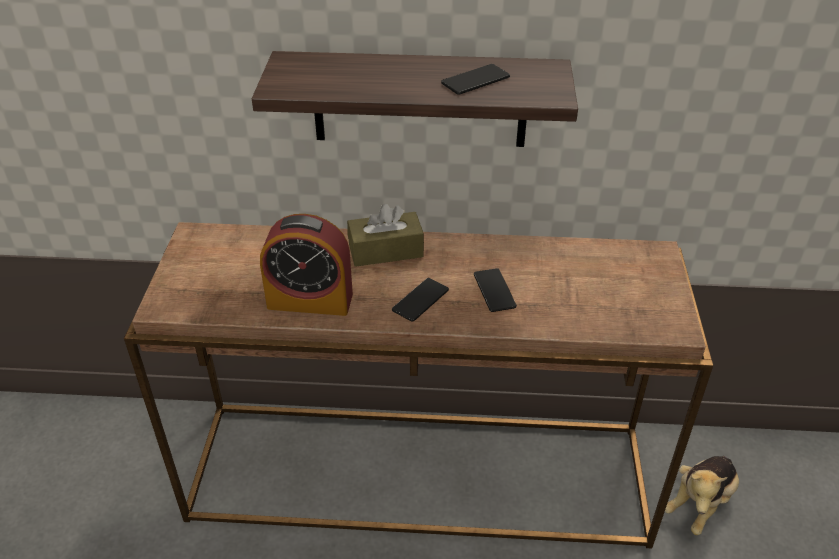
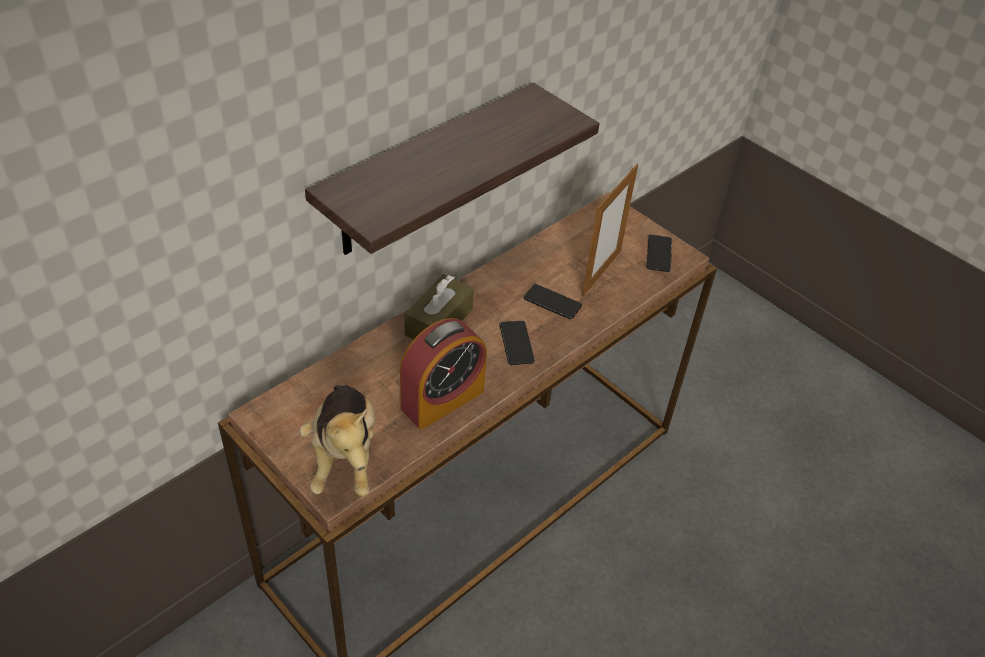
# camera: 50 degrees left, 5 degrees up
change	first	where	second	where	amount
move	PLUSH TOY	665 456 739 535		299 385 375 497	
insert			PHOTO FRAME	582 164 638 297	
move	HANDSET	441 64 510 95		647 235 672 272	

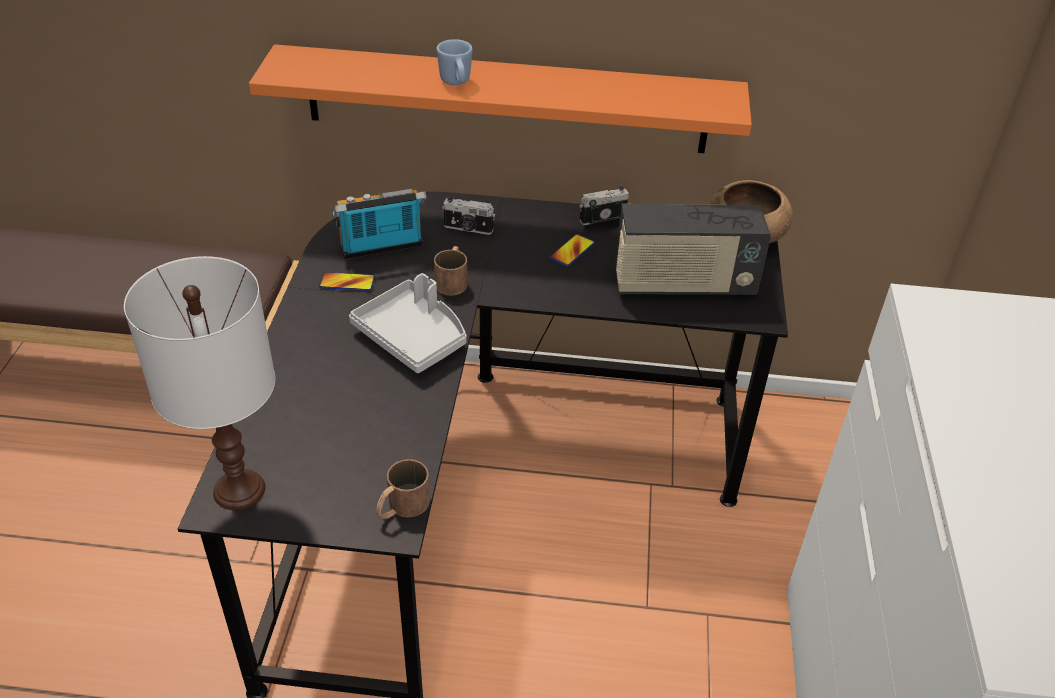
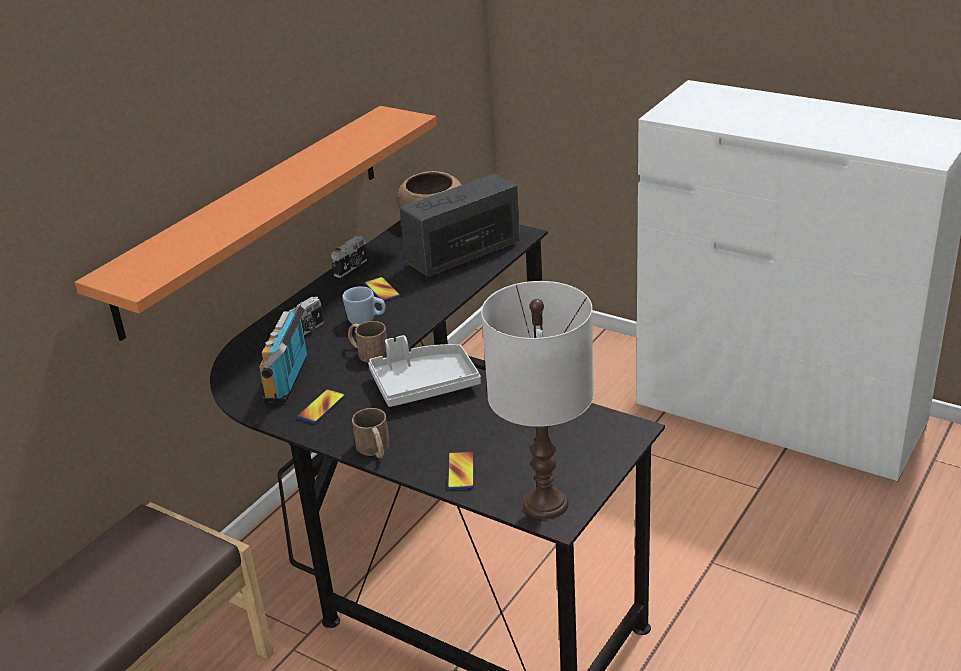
# camera: 60 degrees left, 10 degrees down
change	first	where	second	where	amount
rotate	PHOTO CAMERA	580 186 629 225		331 235 367 278	150 degrees counterclockwise
move	BLUISH MUG	436 39 472 85		342 286 386 325	
move	BROWN-COLOURED MUG	376 459 430 519		352 408 390 458	
rotate	RADIO	615 204 771 295		400 174 520 277	150 degrees counterclockwise
insert			HANDSET	448 451 474 489	

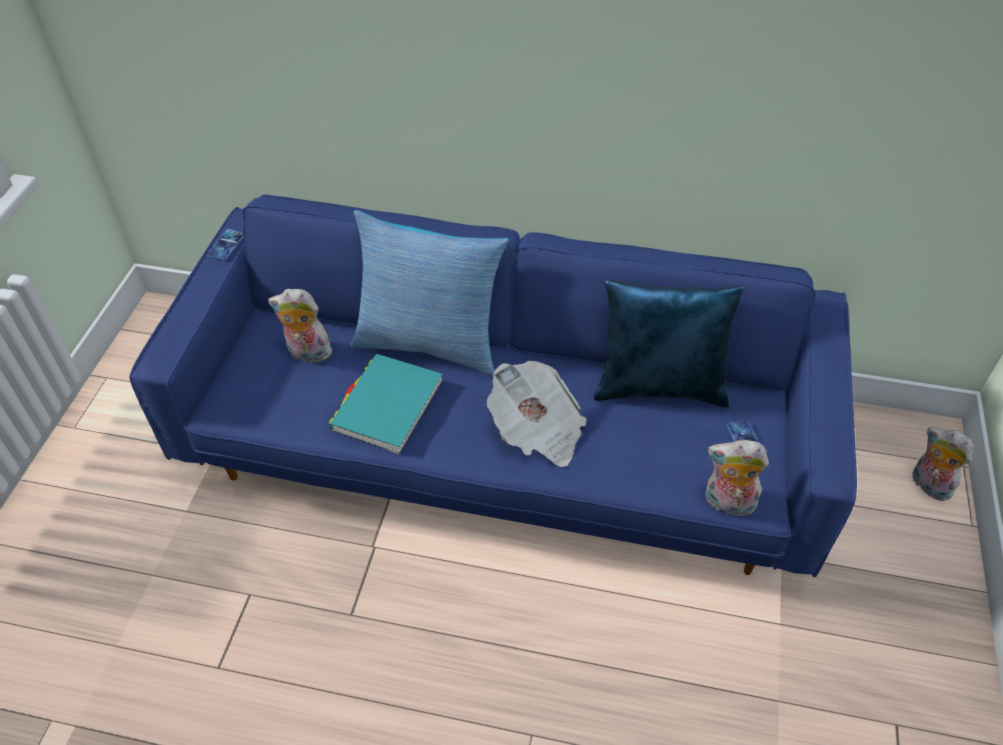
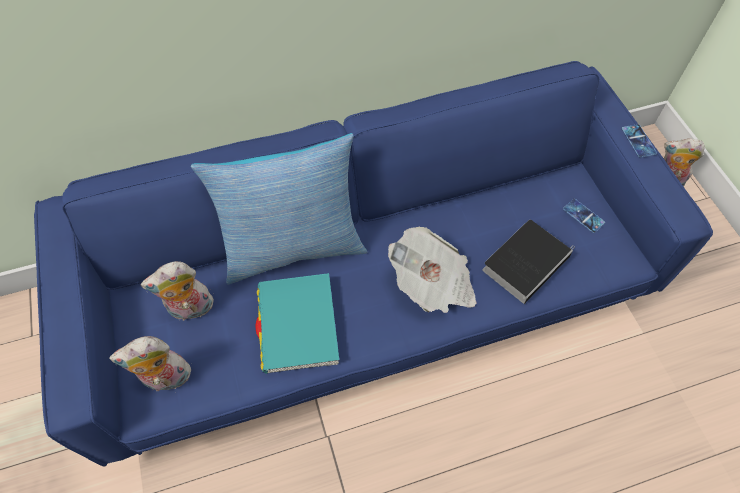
# camera: 30 degrees left, 10 degrees up
change	first	where	second	where	amount
move	PLUSH TOY	706 440 769 516		109 336 191 393	
insert			BOOK	482 220 575 304	
move	HANDSET	207 229 244 260		621 124 657 158	
delete	BLUISH CUSHION	594 280 744 407			

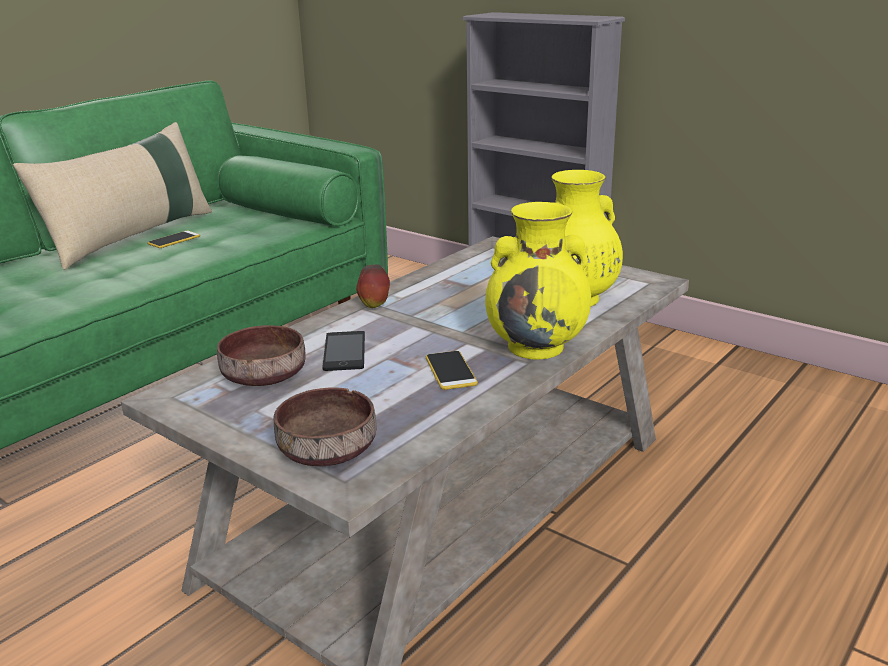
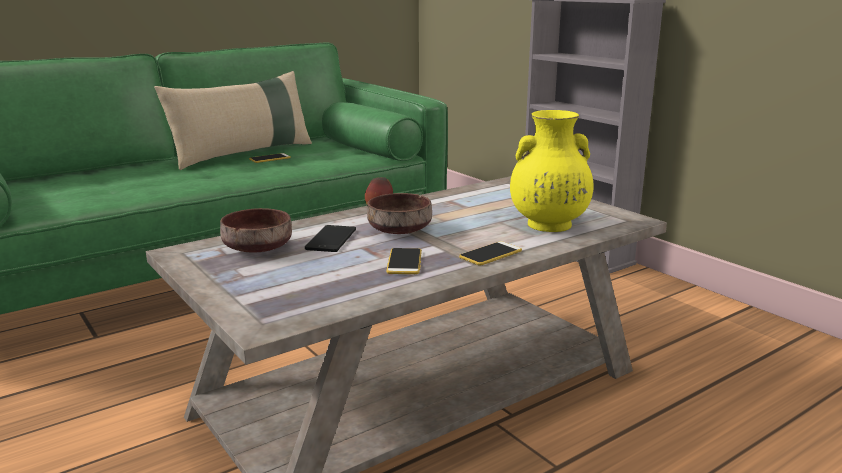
# camera: 15 degrees right, 5 degrees down
change	first	where	second	where	amount
move	BROWN-COLOURED BOWL	274 387 376 466		367 193 432 234	
replace	YELLOW VASE	485 202 591 360	HANDSET	459 241 522 265	

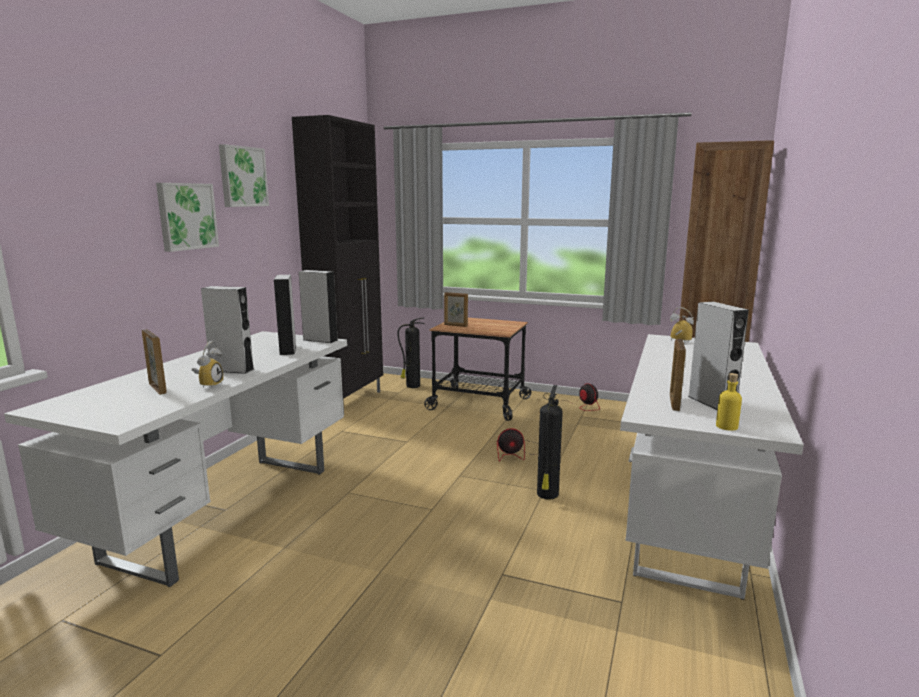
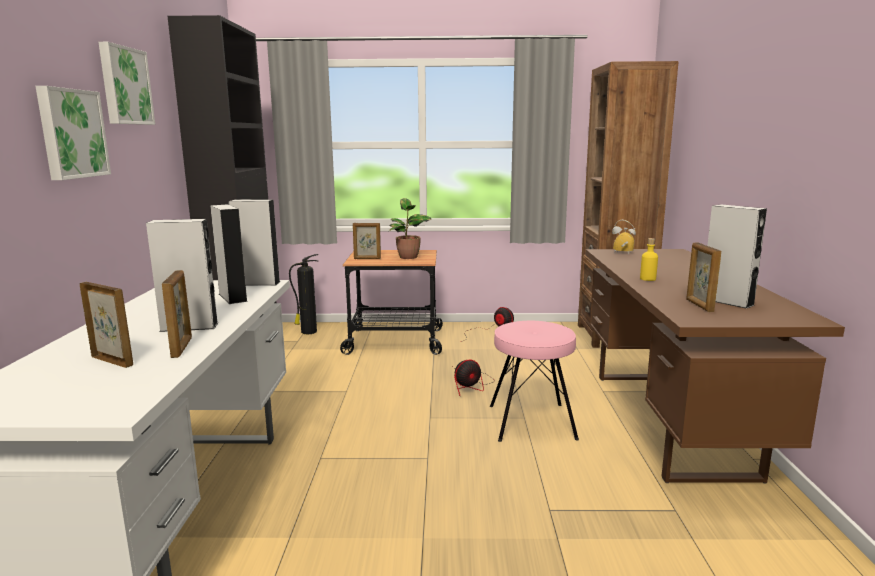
# camera: 20 degrees left, 0 degrees up
change	first	where	second	where	amount
replace	ALARM CLOCK	192 341 223 389	PHOTO FRAME	162 270 192 358	
insert			POTTED PLANT	389 198 431 259	
replace	FIRE-FIGHTING CYLINDER	537 385 563 500	PINKISH STOOL SEAT	490 321 579 442	
recolor	WHITE DESK TABLE	620 334 804 600	BROWN-COLOURED DESK TABLE	586 249 845 484	
move	YELLOW BOTTLE	716 373 742 431		640 238 658 281	

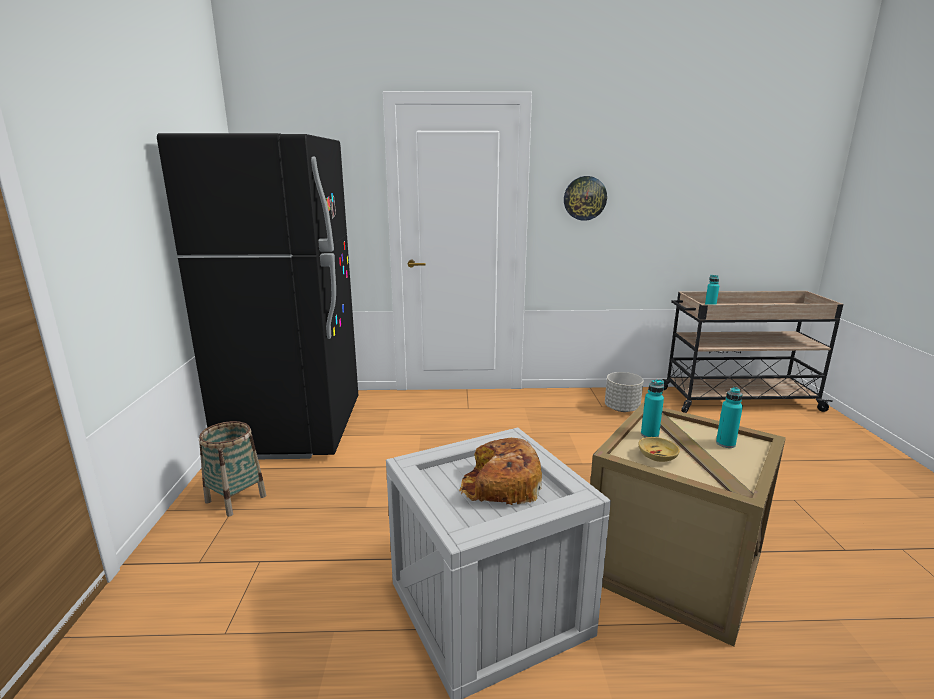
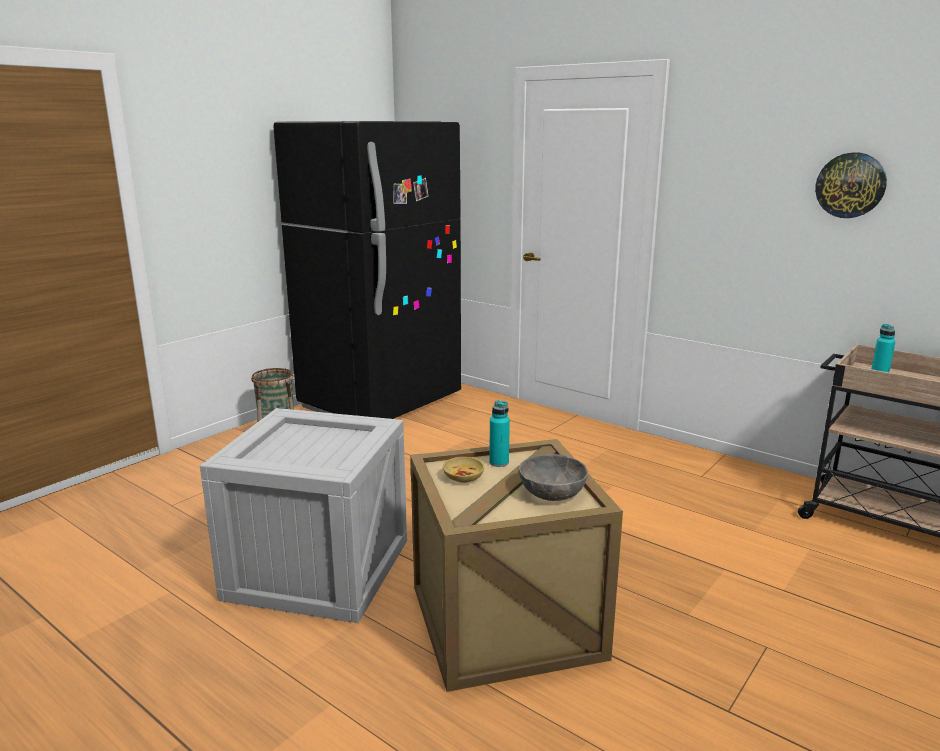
# camera: 40 degrees right, 0 degrees up
change	first	where	second	where	amount
replace	TURQUOISE-COLOURED BOTTLE	716 387 743 448	GRAY BOWL	519 454 588 501	
move	HANGING CLOCK	564 176 607 221		815 152 887 218	
delete	BREAD	459 438 542 505			
delete	GRAY PLANT POT	605 372 643 412			

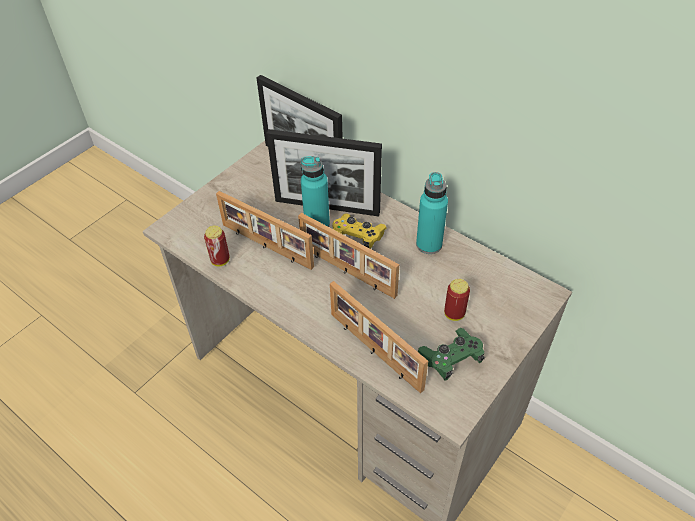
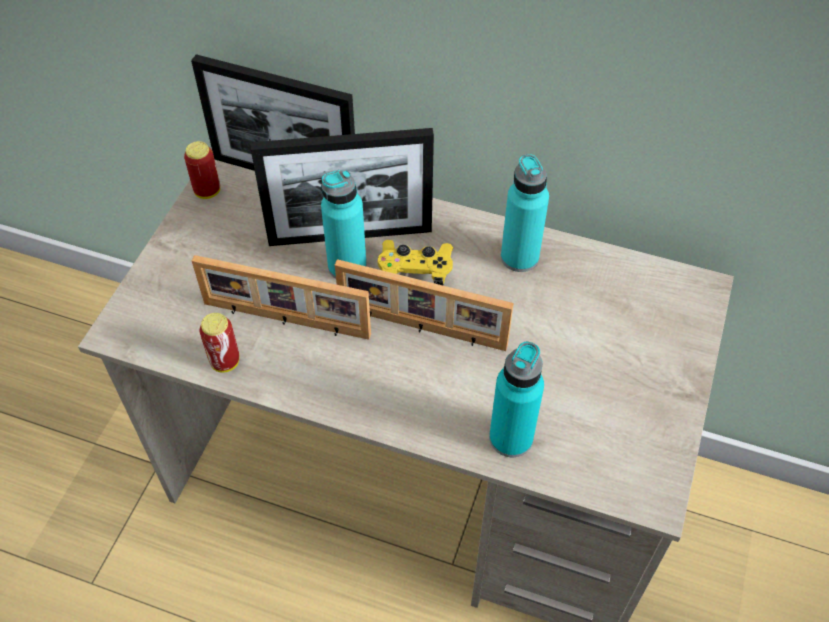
# camera: 20 degrees left, 5 degrees up
change	first	where	second	where	amount
move	CAN	444 279 470 321		184 141 220 199	
replace	PHOTO FRAME	330 281 428 393	TURQUOISE-COLOURED BOTTLE	489 342 544 457	
delete	GREEN-COLOURED GAME CONTROLLER	418 328 485 381			

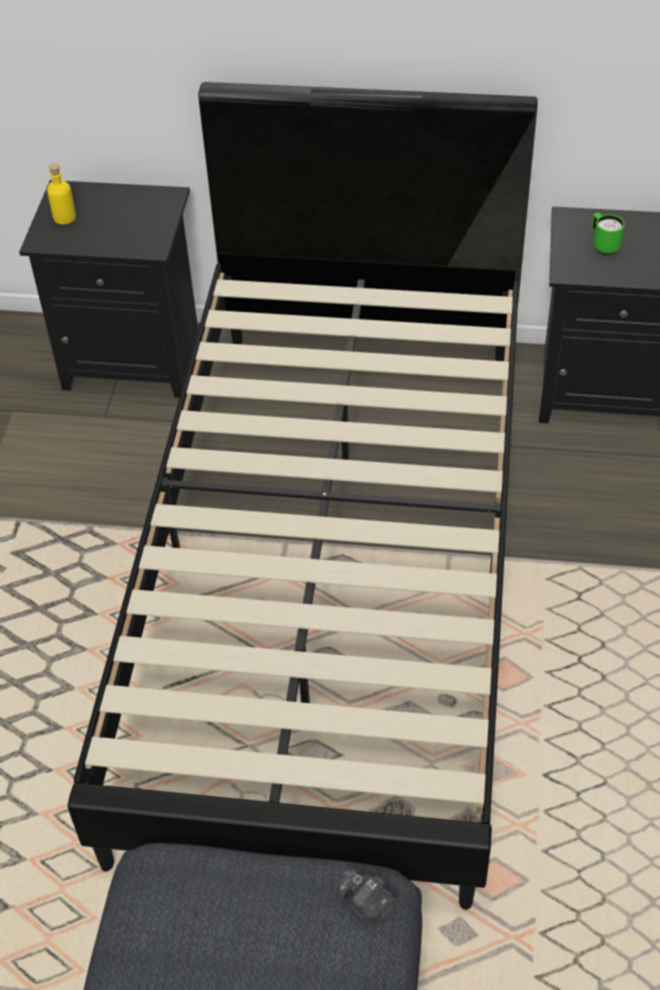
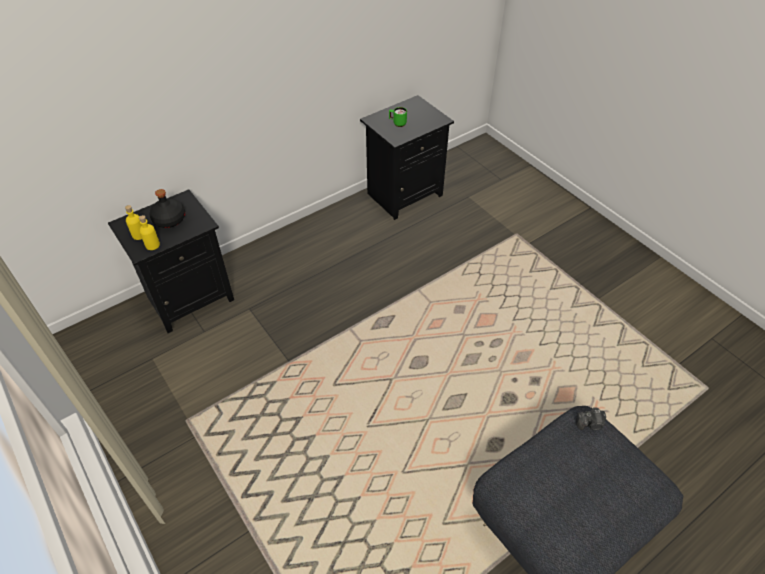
# camera: 45 degrees left, 0 degrees up
change	first	where	second	where	amount
insert			YELLOW BOTTLE	139 215 160 250	
insert			BLACK-COLOURED BOTTLE	150 189 185 228	
delete	BLACK-COLOURED SLEEPING BED	68 82 538 910			

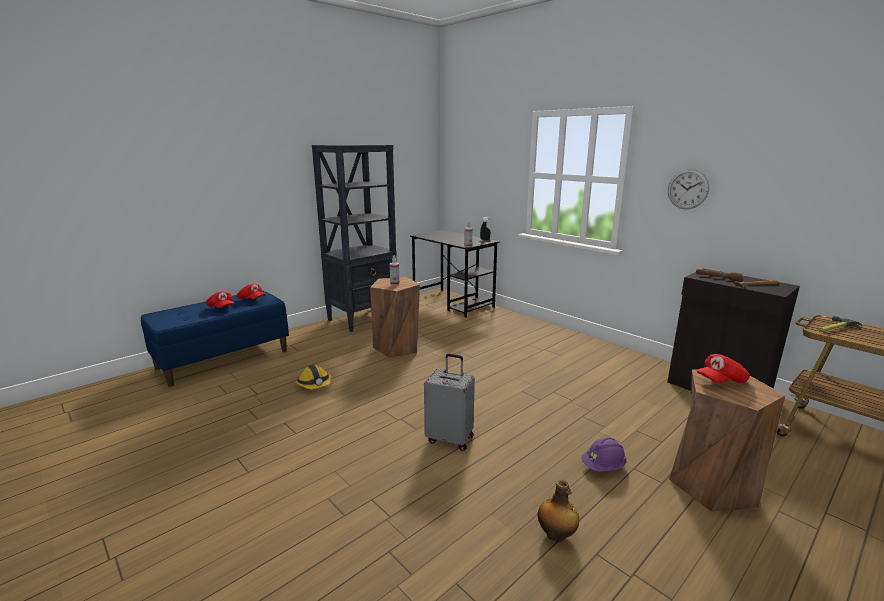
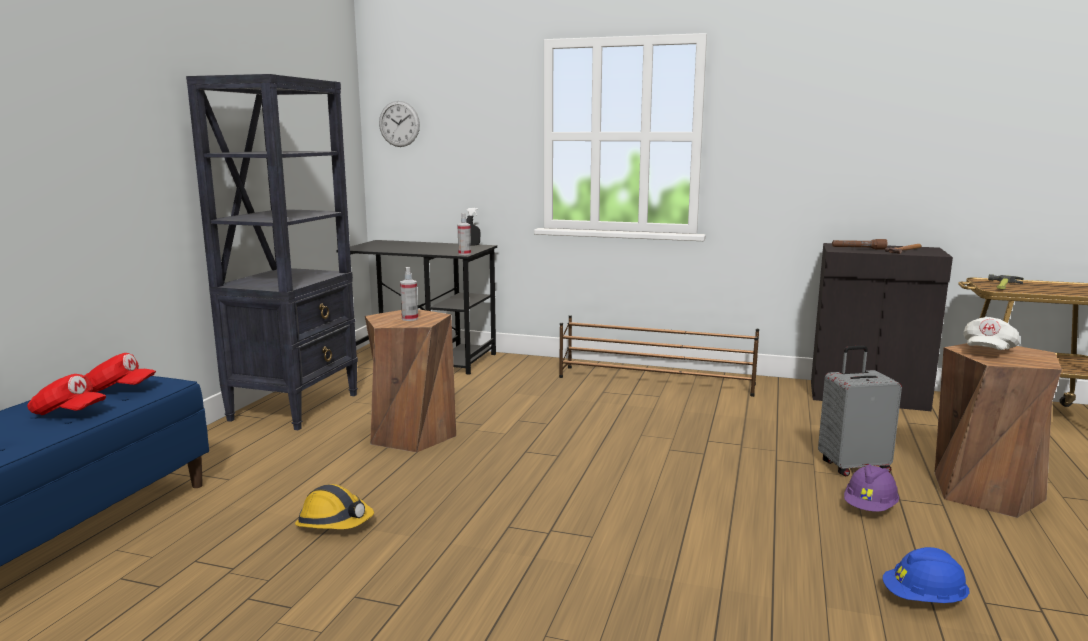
# camera: 30 degrees left, 5 degrees down
change	first	where	second	where	amount
move	HANGING CLOCK	668 169 709 209		379 101 420 147	
insert			BROWN-COLOURED SHOE RACK	559 315 759 397	
move	GRAY PIECE OF LUGGAGE	424 354 475 451		818 346 902 476	
replace	BOTTLE	538 480 579 542	BLUISH SAFETY HELMET	883 547 970 603	
recolor	RED-COLOURED BASEBALL CAP	697 354 750 383	WHITE BASEBALL CAP	963 317 1020 350	

